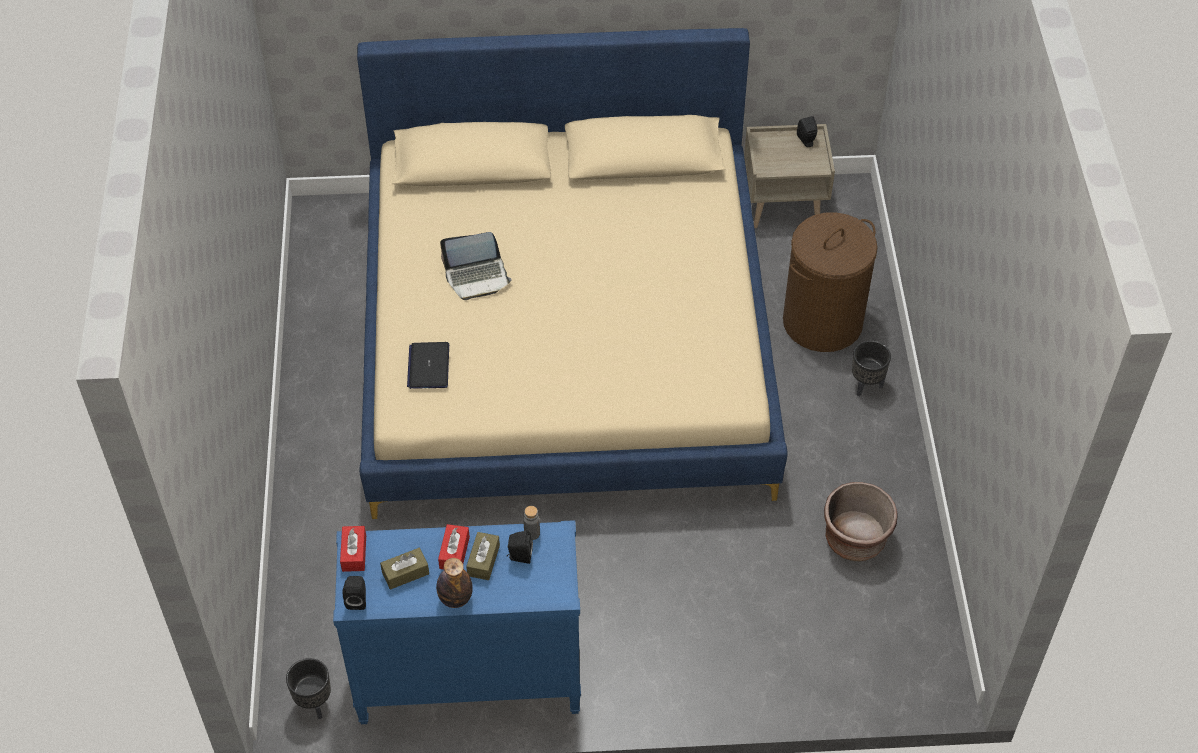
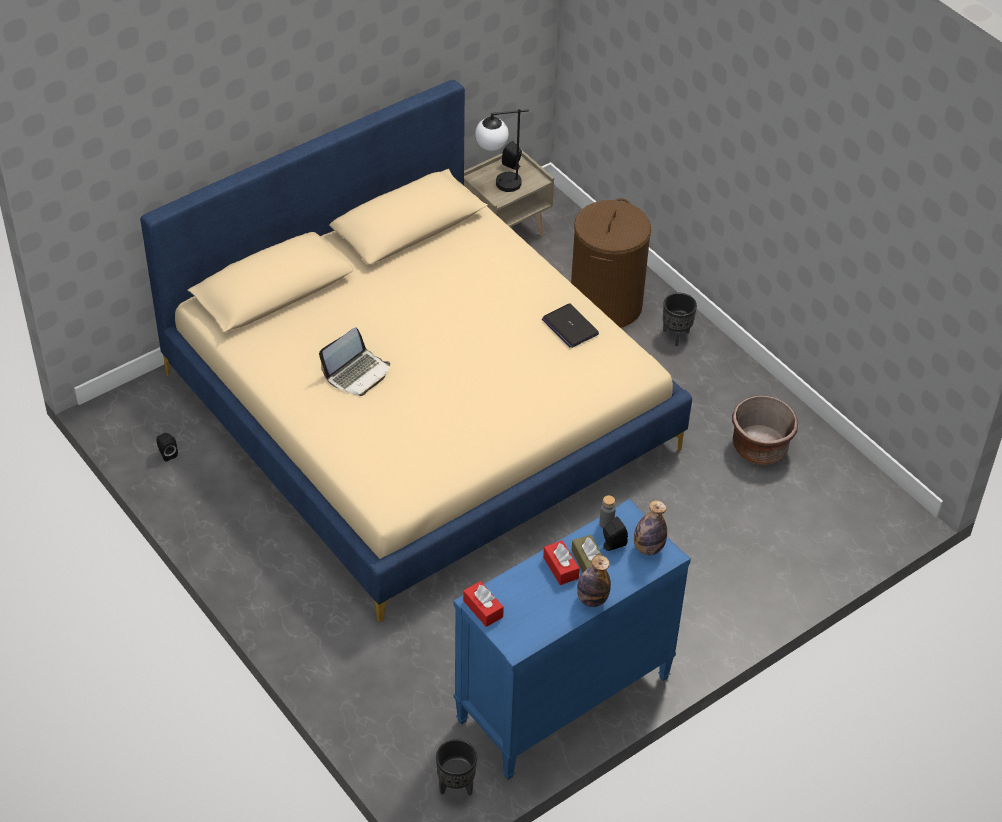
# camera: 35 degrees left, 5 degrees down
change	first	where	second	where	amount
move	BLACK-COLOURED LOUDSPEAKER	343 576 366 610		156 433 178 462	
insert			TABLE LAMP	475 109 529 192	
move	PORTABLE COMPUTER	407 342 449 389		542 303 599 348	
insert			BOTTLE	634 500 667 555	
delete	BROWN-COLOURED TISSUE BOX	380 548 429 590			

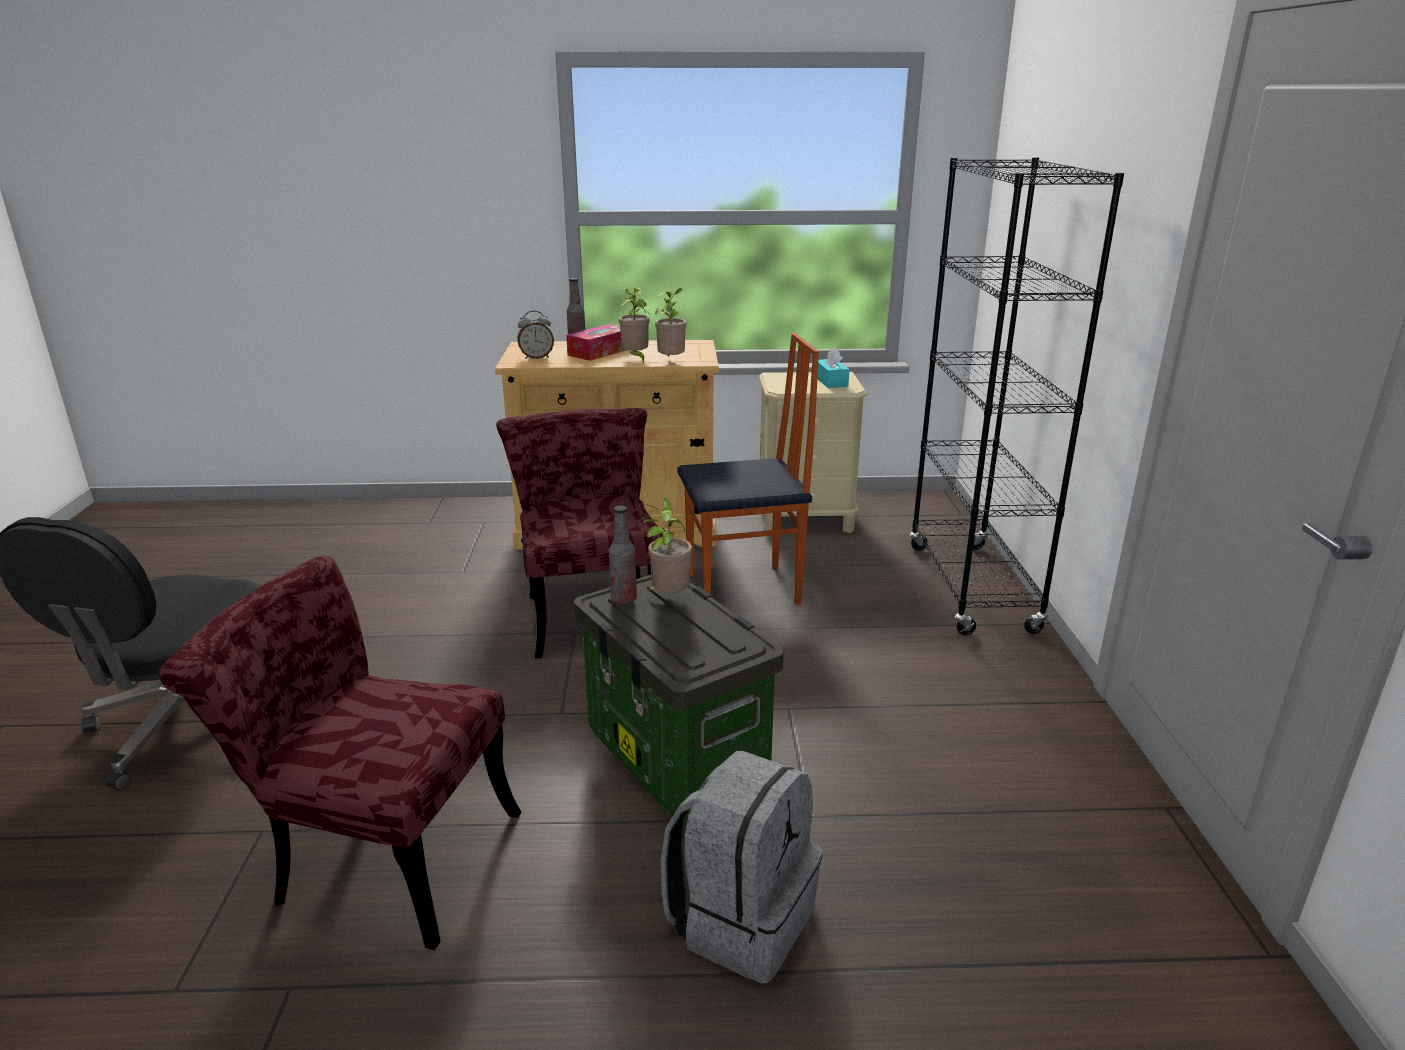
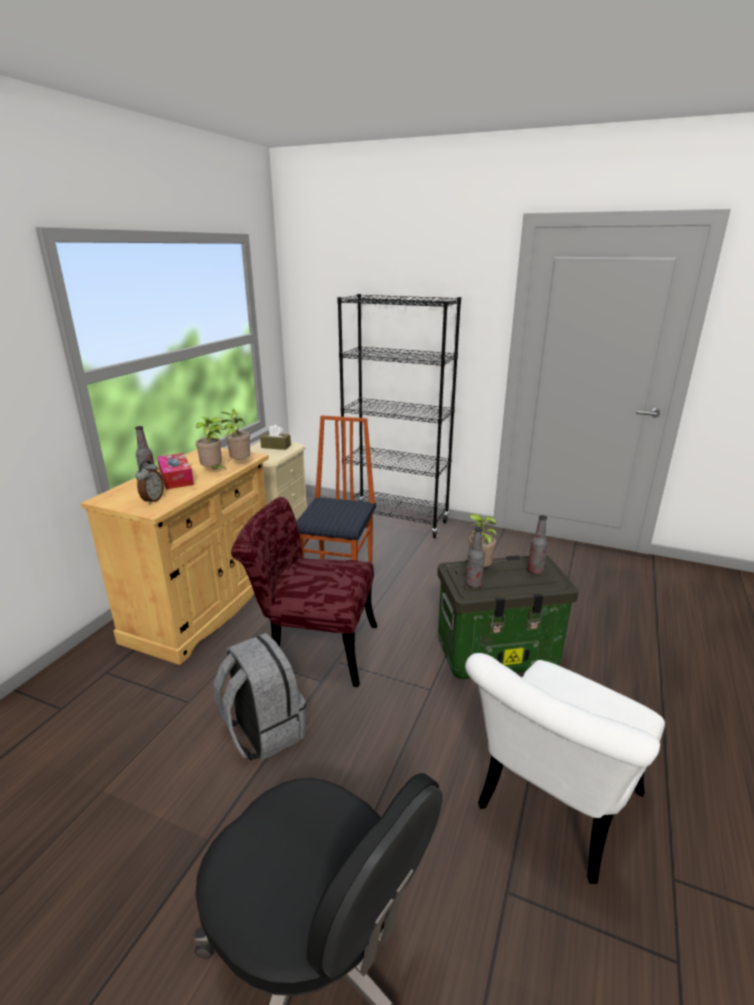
# camera: 65 degrees left, 0 degrees up
change	first	where	second	where	amount
move	GRAY KNAPSACK	661 751 823 984		213 633 306 761	
recolor	TURQUOISE-COLOURED TISSUE BOX	817 347 850 388	BROWN-COLOURED TISSUE BOX	260 425 291 450	
recolor	RED-COLOURED UPRIGHT CHAIR	159 556 521 950	WHITE UPRIGHT CHAIR	465 653 665 884	
insert			BOTTLE	527 515 548 574	

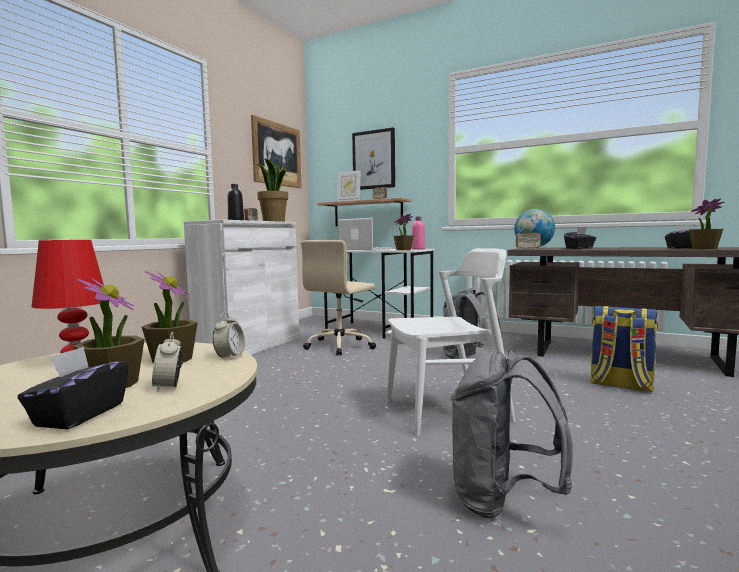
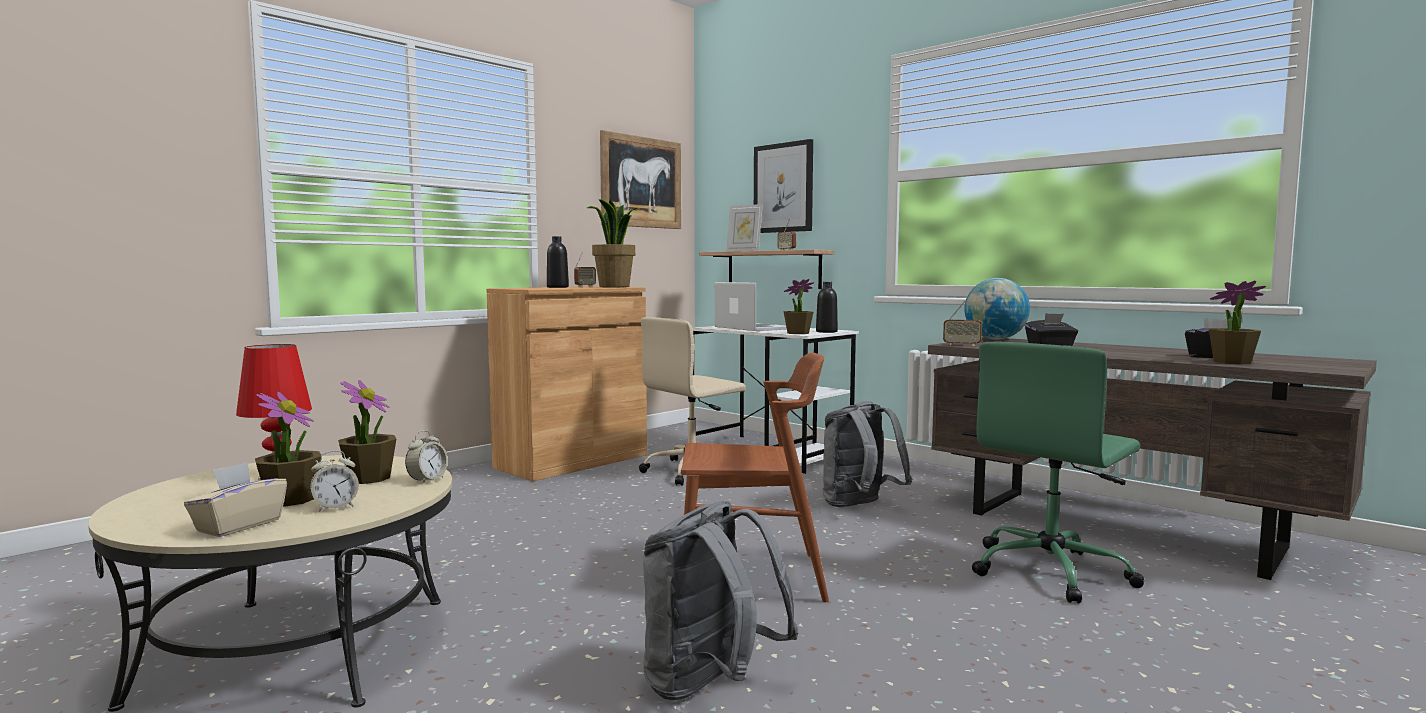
# camera: 15 degrees right, 0 degrees up
change	first	where	second	where	amount
recolor	BLACK-COLOURED TISSUE BOX	17 347 129 430	BEIGE TISSUE BOX	184 462 287 537	
rotate	ALARM CLOCK	152 332 183 392		310 451 359 512	120 degrees counterclockwise
recolor	WHITE CABINET	184 220 299 355	BROWN-COLOURED CABINET	487 286 647 481	
recolor	WHITE UPRIGHT CHAIR	387 248 516 436	BROWN-COLOURED UPRIGHT CHAIR	681 353 829 602	
recolor	PINKISH BOTTLE	411 216 426 250	BLACK-COLOURED BOTTLE	816 282 838 333	
replace	KNAPSACK	590 306 658 392	GREEN-COLOURED DESK CHAIR	972 341 1145 603	

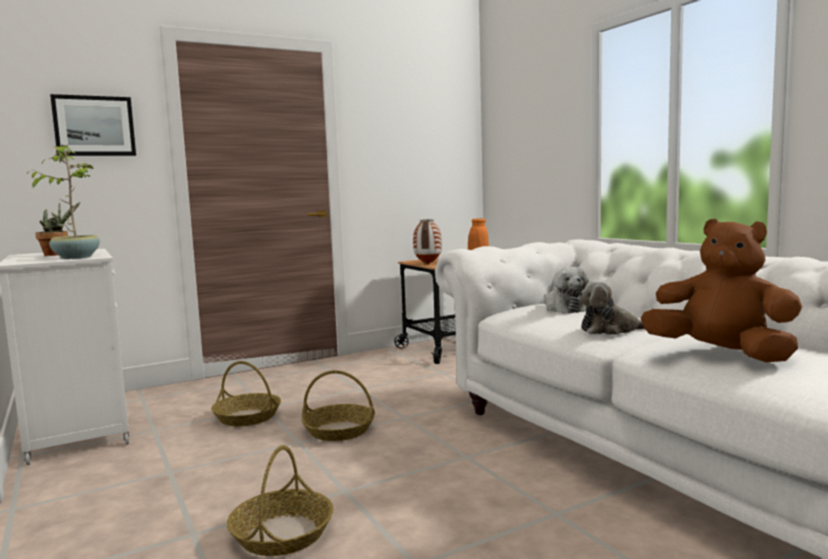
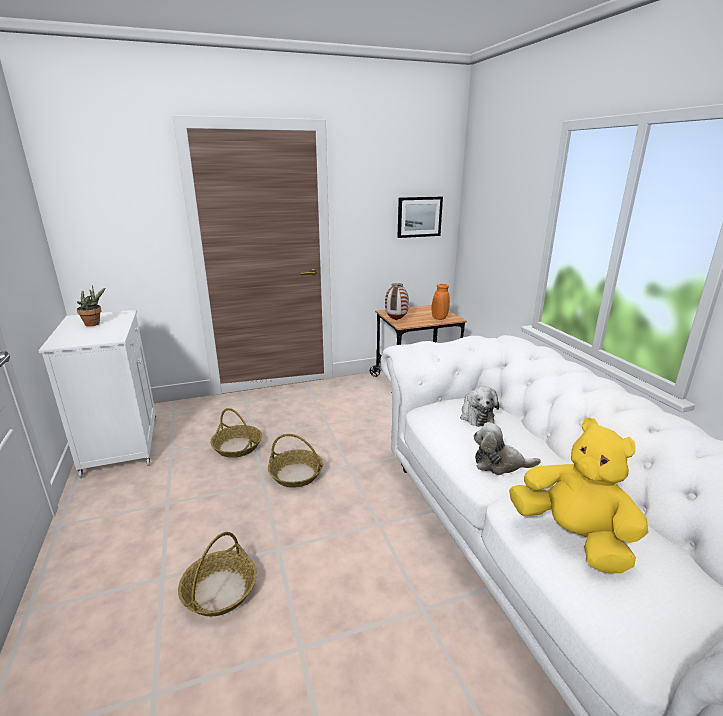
# camera: 10 degrees right, 15 degrees up
change	first	where	second	where	amount
move	PICTURE	50 94 136 156		397 197 443 238	
recolor	BROWN-COLOURED PLUSH TOY	641 218 802 362	YELLOW PLUSH TOY	509 418 648 573	
delete	POTTED PLANT	26 144 100 259			

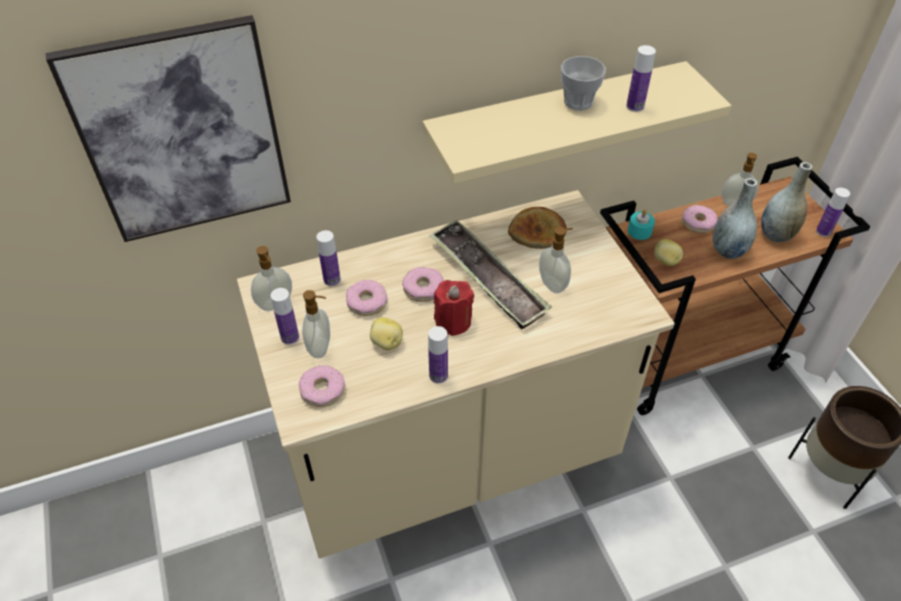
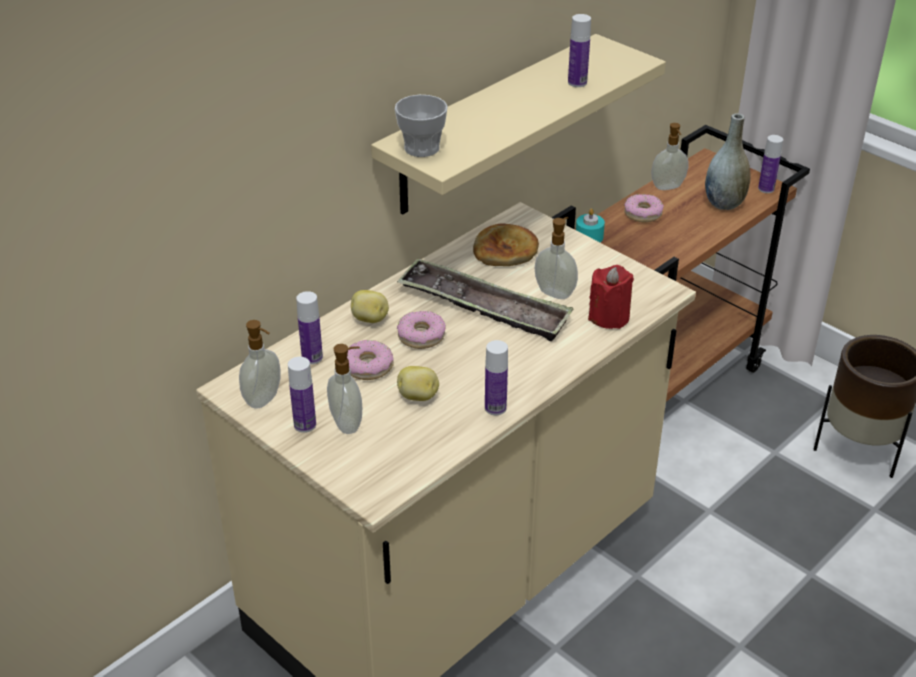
# camera: 25 degrees left, 10 degrees down
change	first	where	second	where	amount
move	WHOLE POTATO	654 239 683 266		351 290 389 323	
move	DRINKING CUP	561 56 606 111		395 95 448 157	
move	RED-COLOURED WAX LIGHT	434 280 474 336		588 265 634 329	
delete	PICTURE	46 15 291 242			
delete	DONUT	299 365 345 407			
delete	GRAY VASE	713 178 757 259			

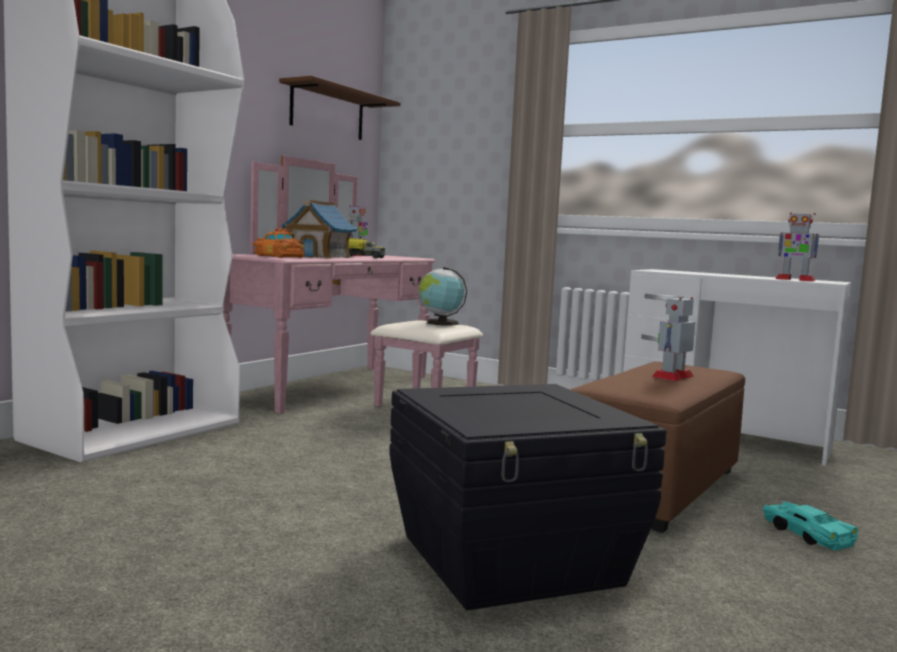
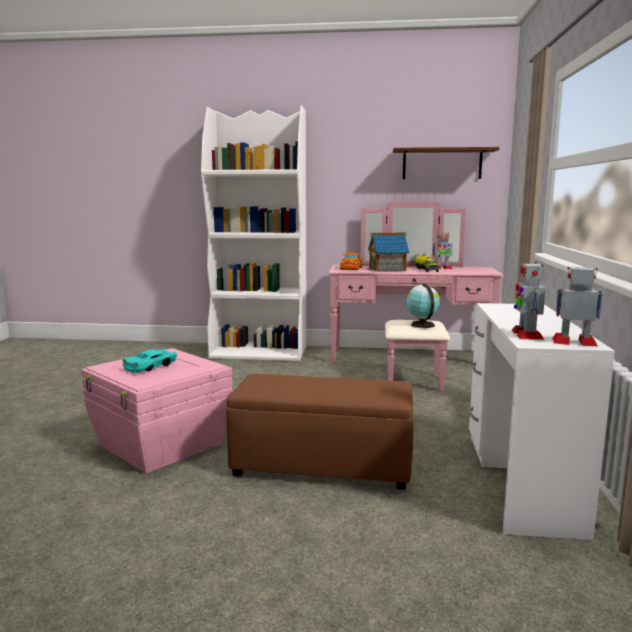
# camera: 65 degrees right, 5 degrees up
change	first	where	second	where	amount
recolor	BLACK-COLOURED STORAGE BIN	389 384 667 610	PINKISH STORAGE BIN	82 348 233 473	
move	TURQUOISE-COLOURED MINIATURE CAR	763 502 858 551		123 349 177 373	
move	MODEL ROBOT	652 297 695 381		552 267 603 346	

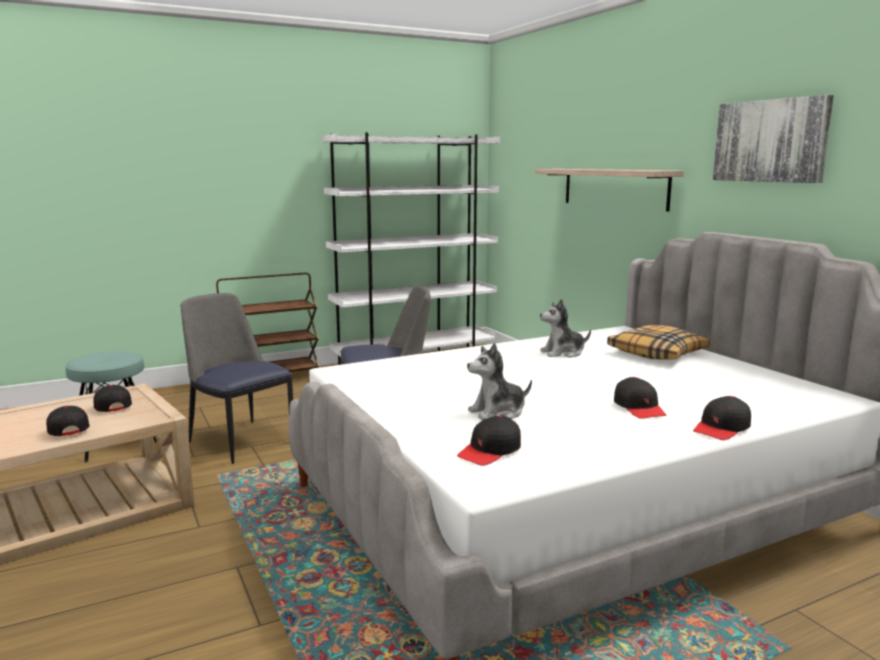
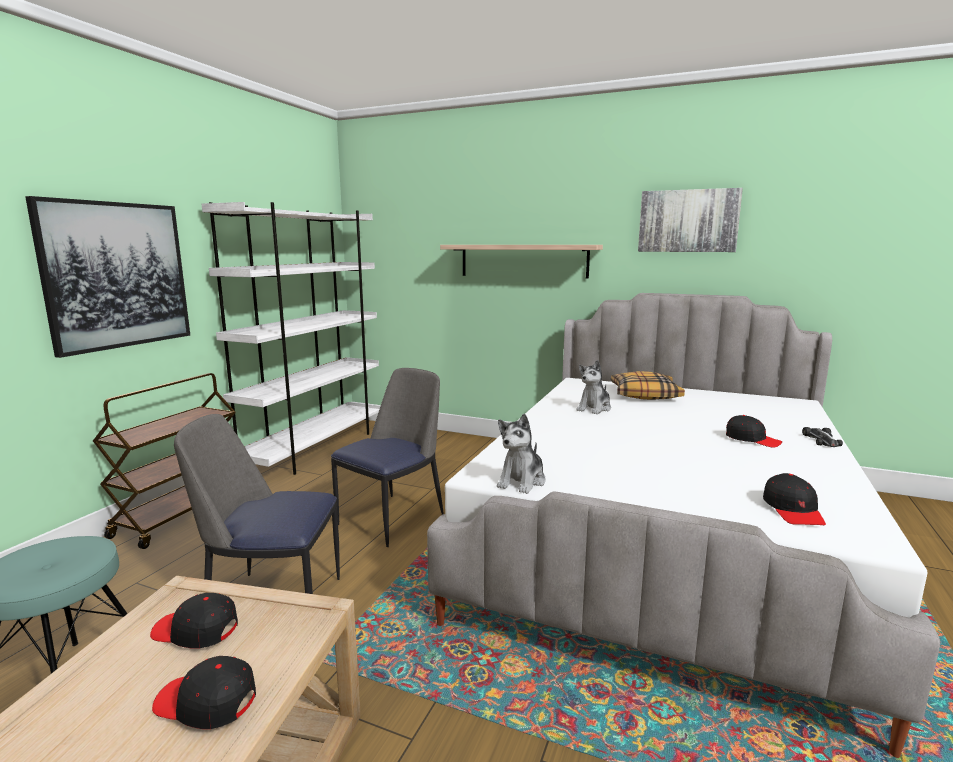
# camera: 40 degrees left, 0 degrees up
change	first	where	second	where	amount
insert			PICTURE	25 196 190 358	
move	PLUSH TOY	467 343 532 421		497 414 546 494	
replace	BLACK-COLOURED BASEBALL CAP	693 396 751 440	MINIATURE CAR	802 427 843 447	

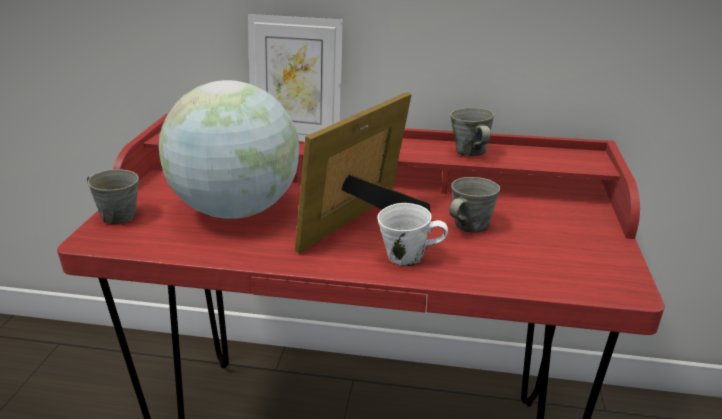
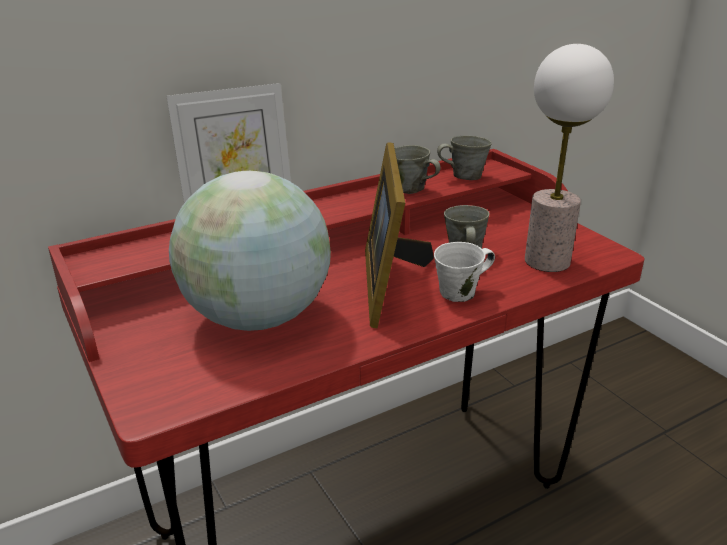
# camera: 40 degrees left, 0 degrees up
change	first	where	second	where	amount
move	GRAY MUG	87 169 139 224		437 135 492 180	
insert			TABLE LAMP	525 44 614 272	

